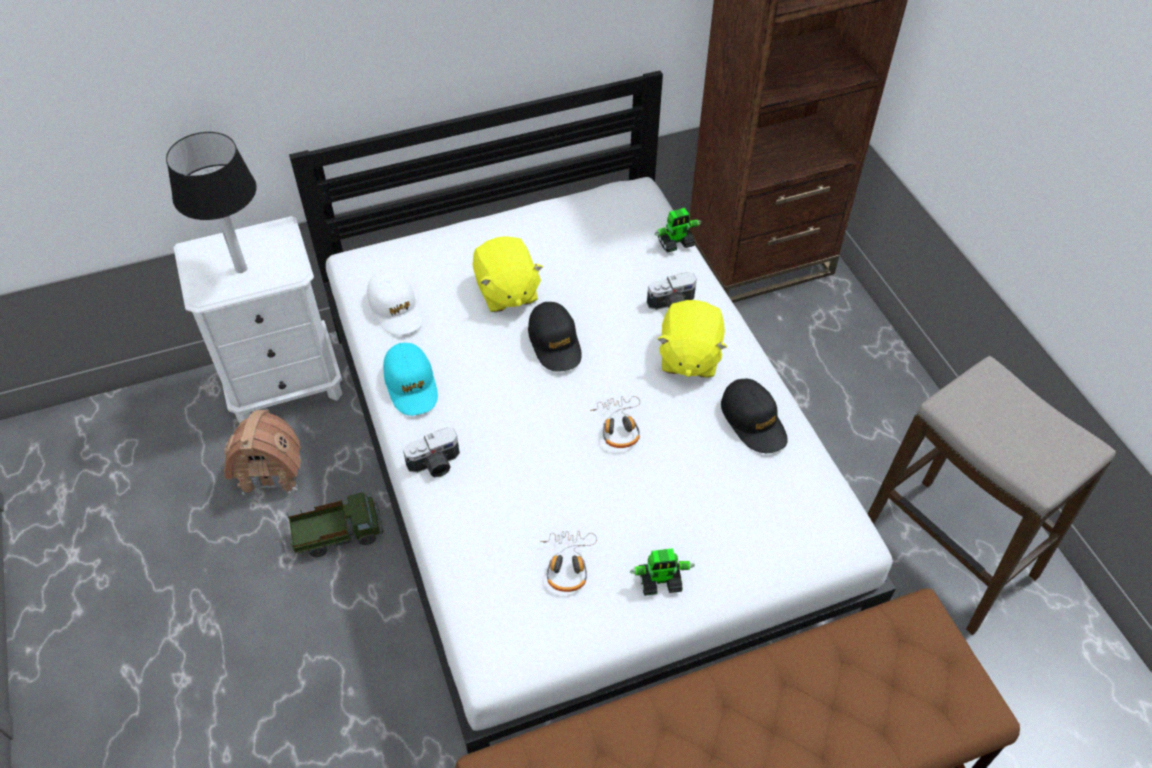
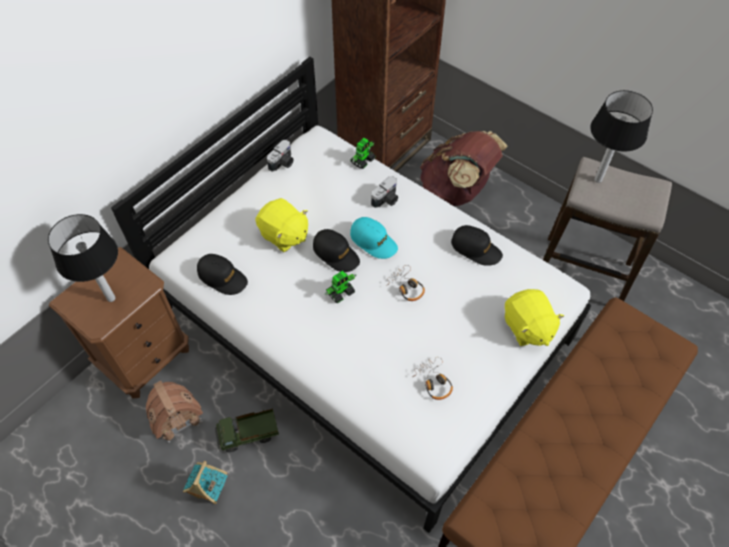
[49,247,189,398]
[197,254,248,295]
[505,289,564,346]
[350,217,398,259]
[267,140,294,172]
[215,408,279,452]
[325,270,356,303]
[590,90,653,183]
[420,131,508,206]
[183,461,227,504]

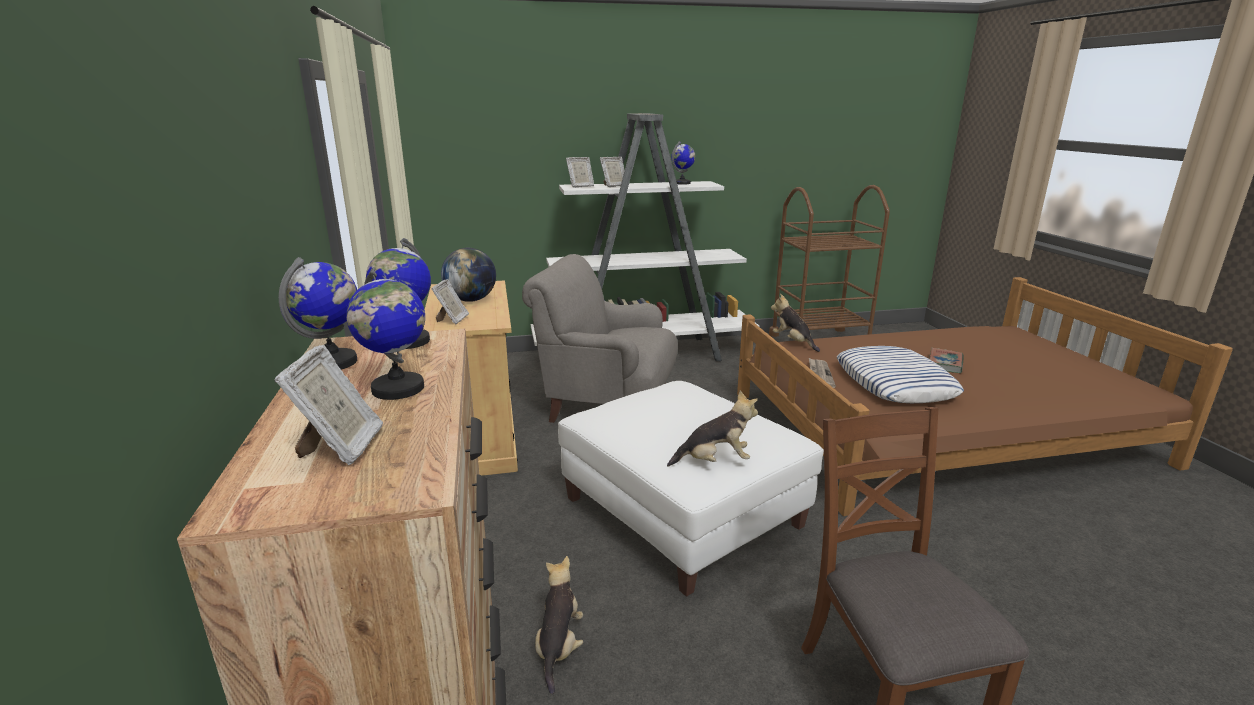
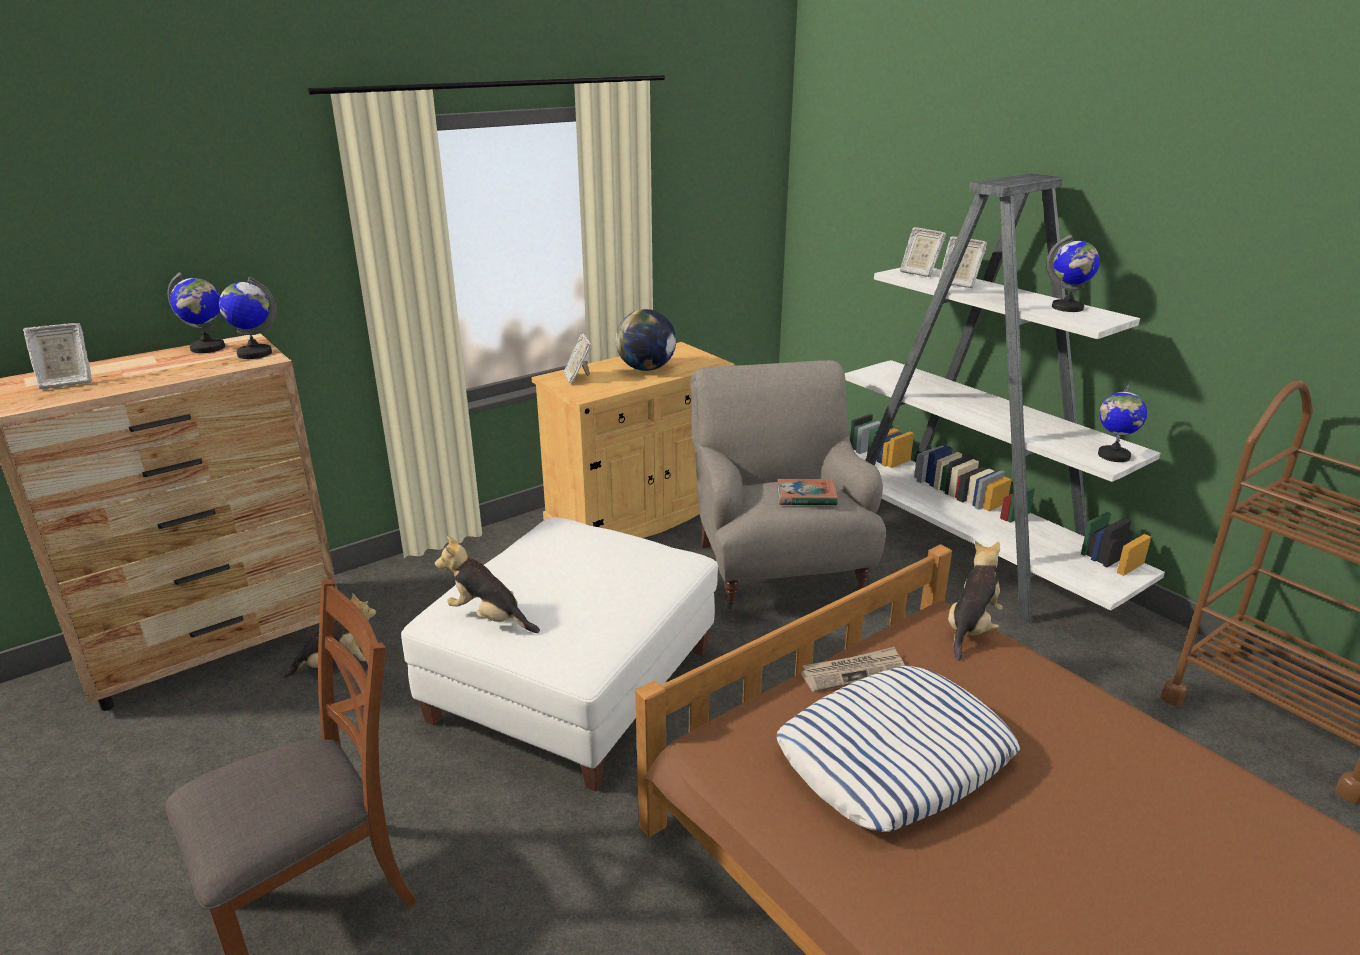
[1098,385,1147,462]
[564,333,592,384]
[777,479,838,506]
[435,536,540,633]

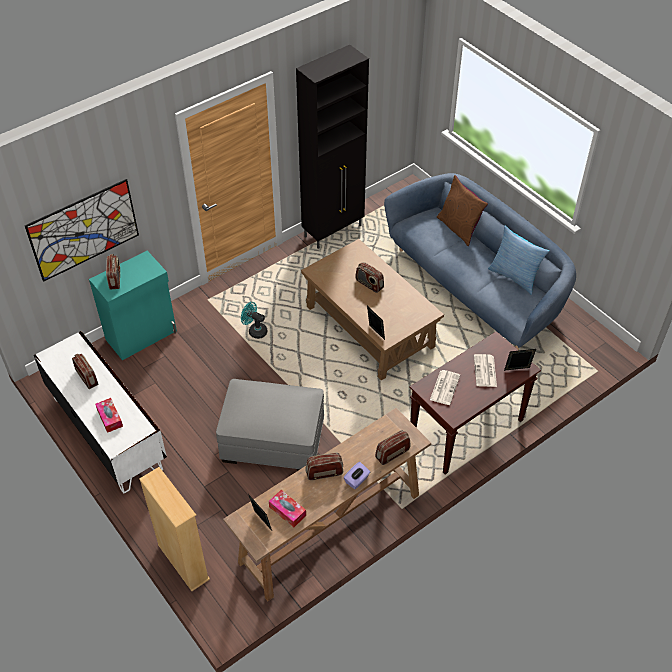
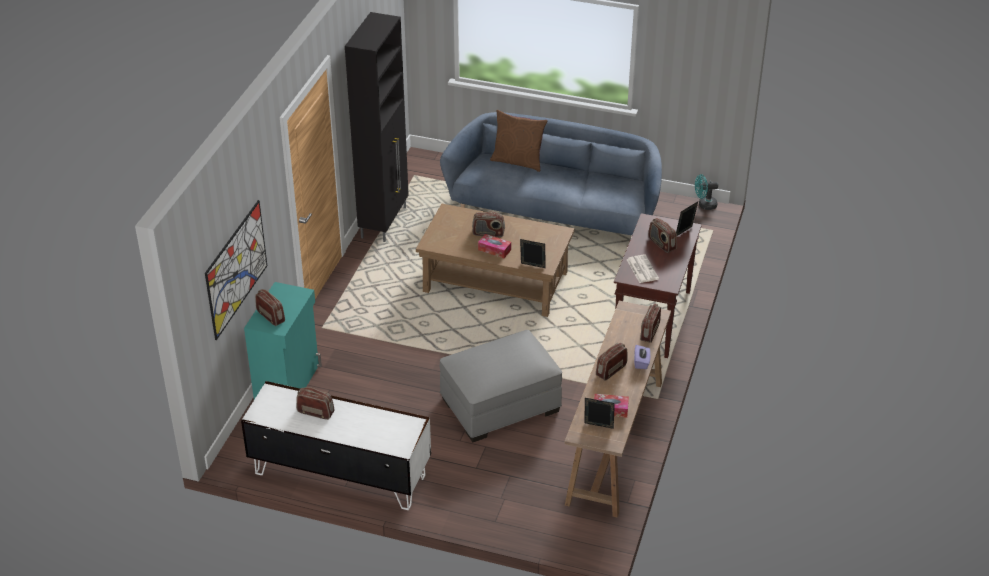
[488,226,550,295] (first image)
[695,174,718,210]
[648,218,677,253]
[478,234,511,258]
[139,467,210,591] (first image)

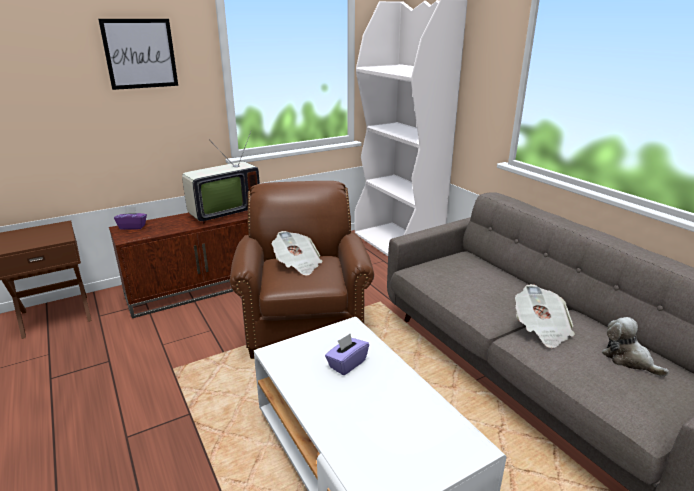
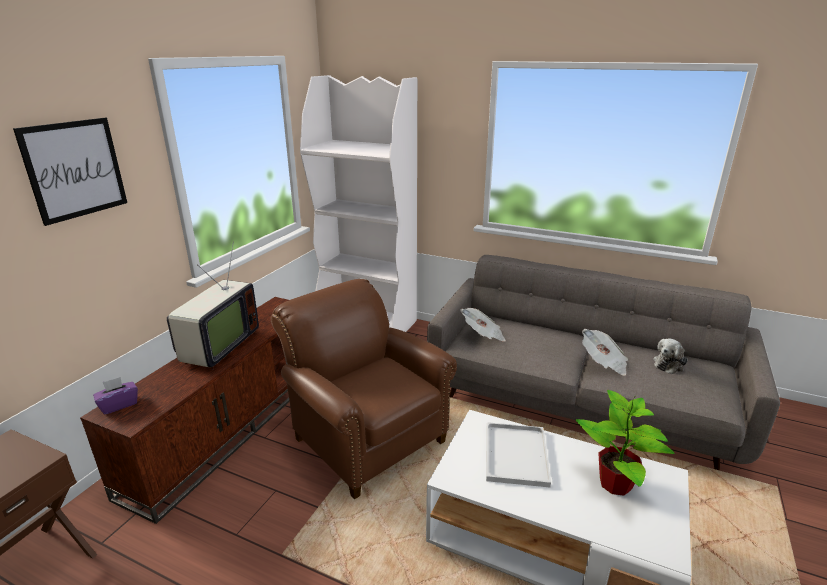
[461,308,506,342]
[653,338,688,374]
[486,422,551,488]
[576,390,675,496]

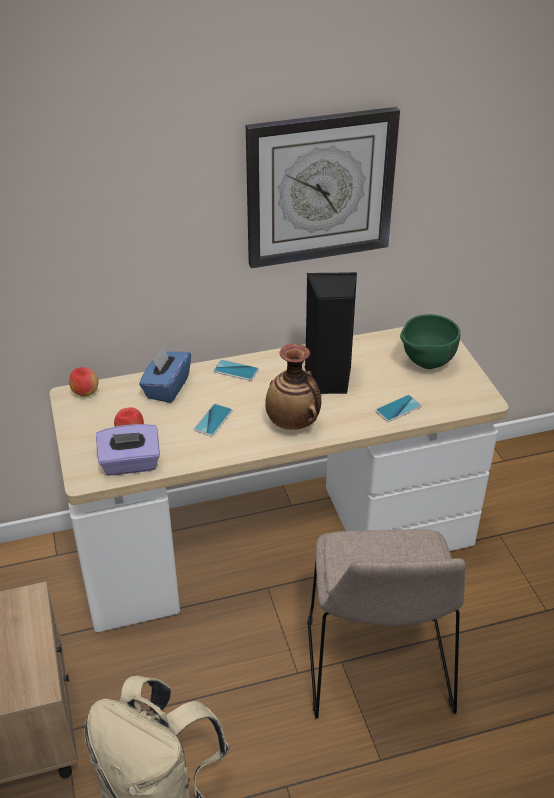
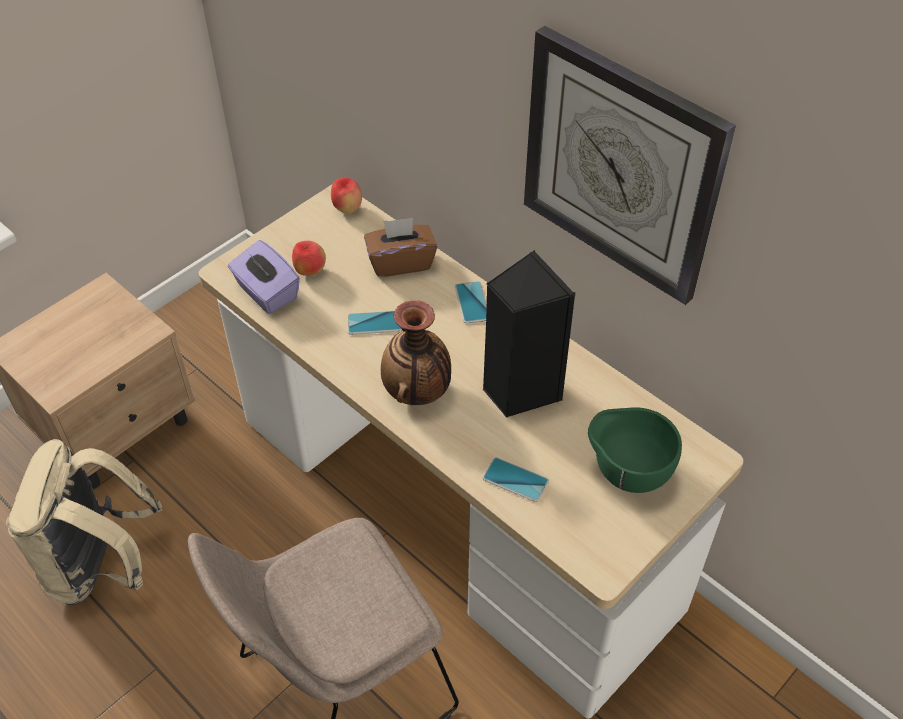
[364,218,437,277]

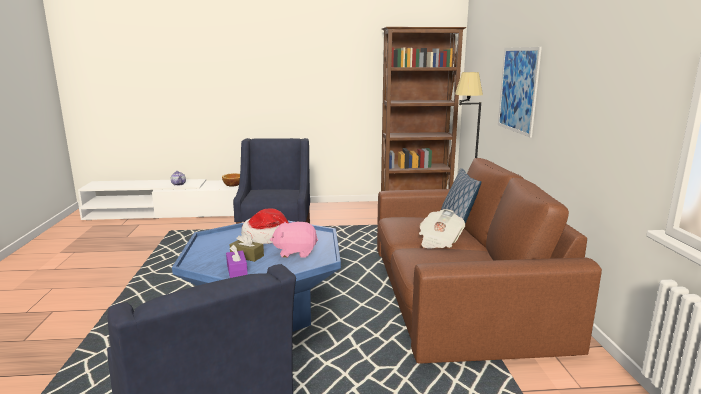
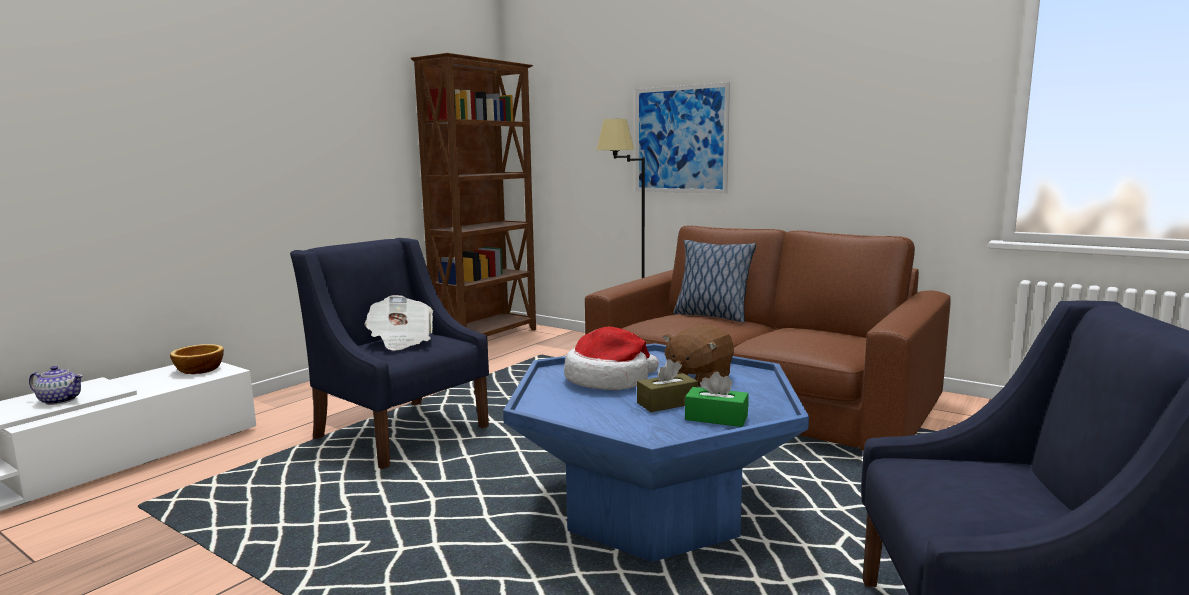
[364,295,433,351]
[663,325,734,388]
[685,372,749,427]

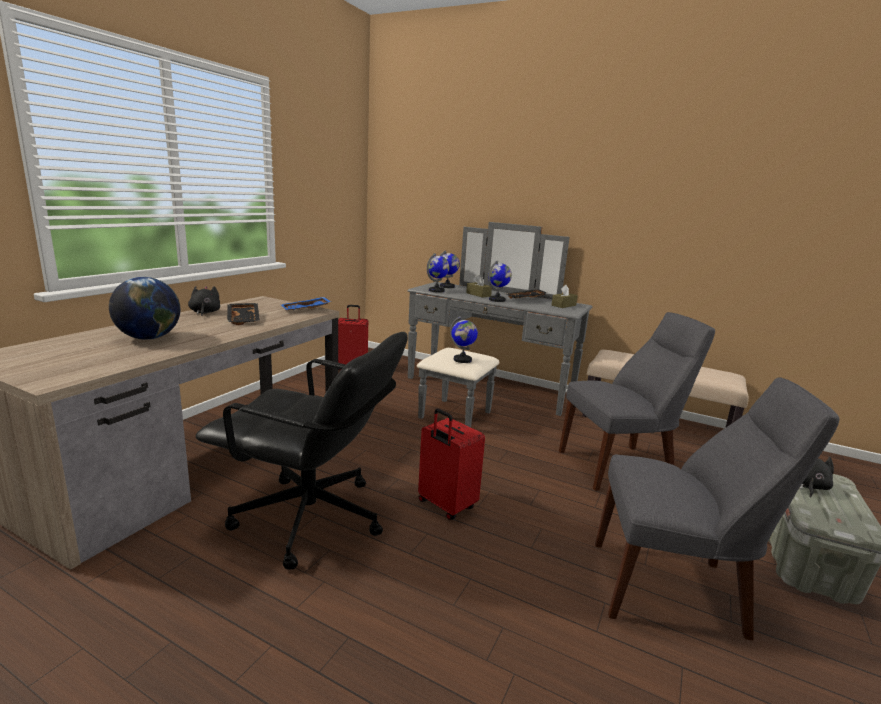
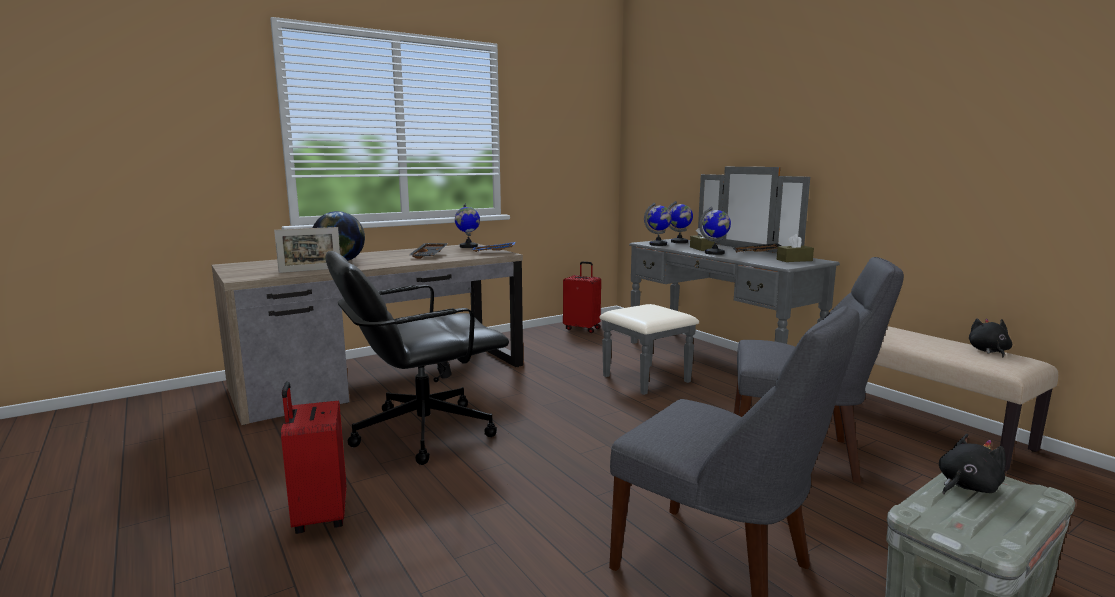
[969,318,1012,357]
[455,203,480,248]
[326,251,509,465]
[281,382,346,534]
[274,227,340,273]

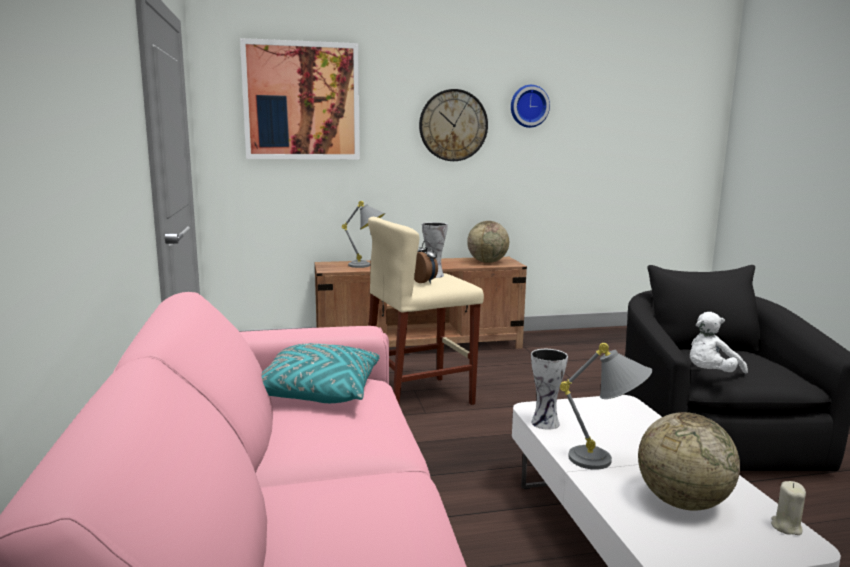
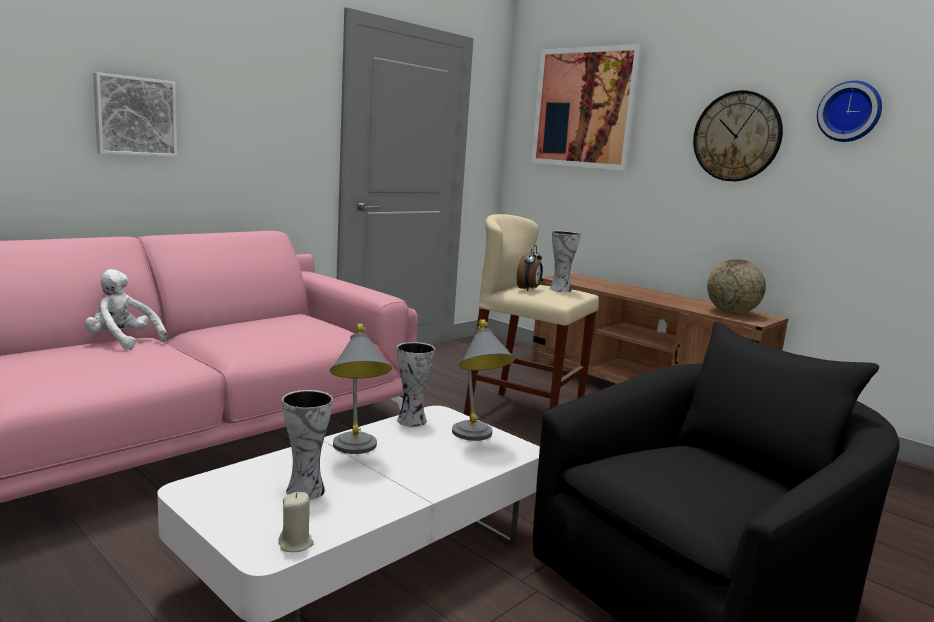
[452,320,516,441]
[85,269,167,350]
[261,343,380,403] (first image)
[282,390,333,500]
[93,72,177,157]

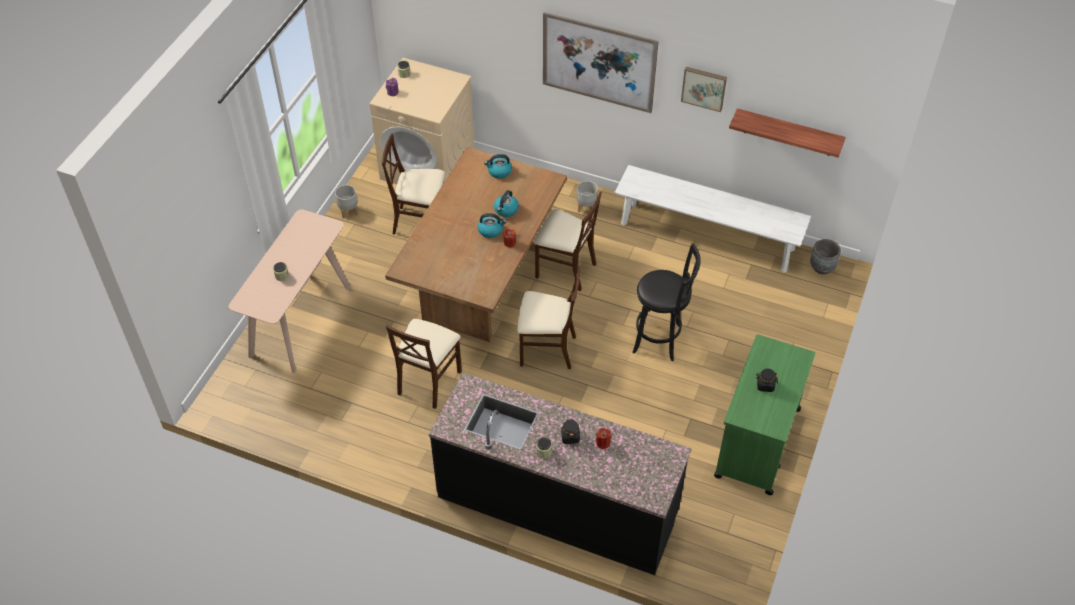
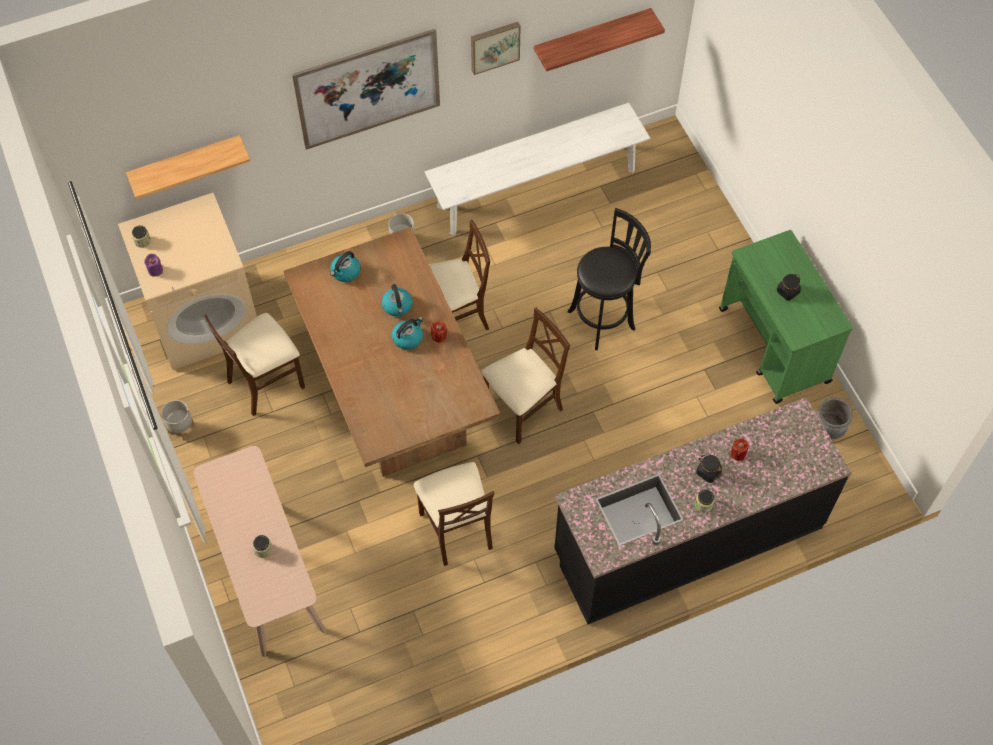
[817,397,853,439]
[126,135,251,199]

